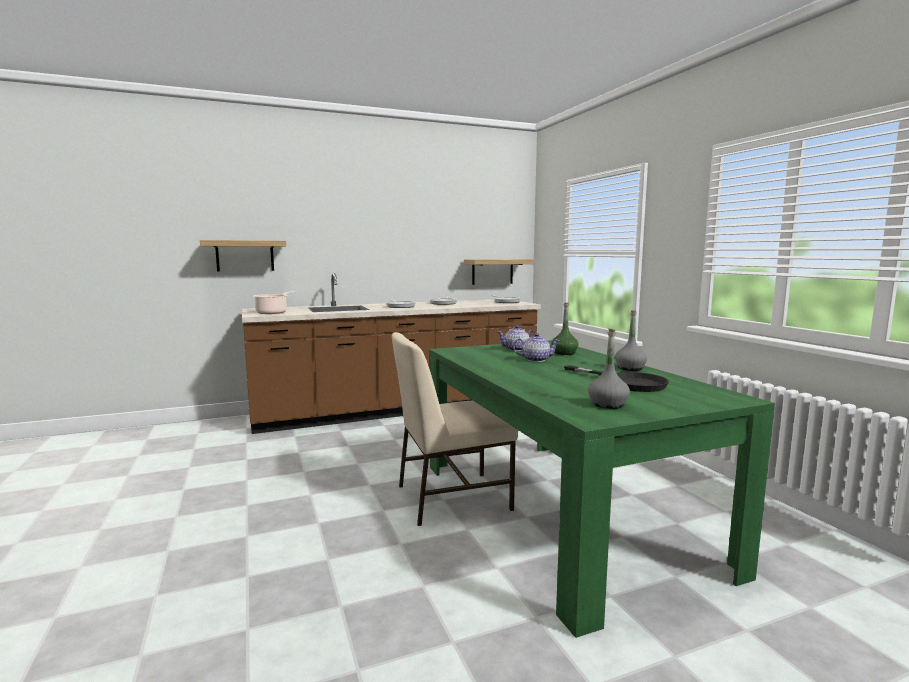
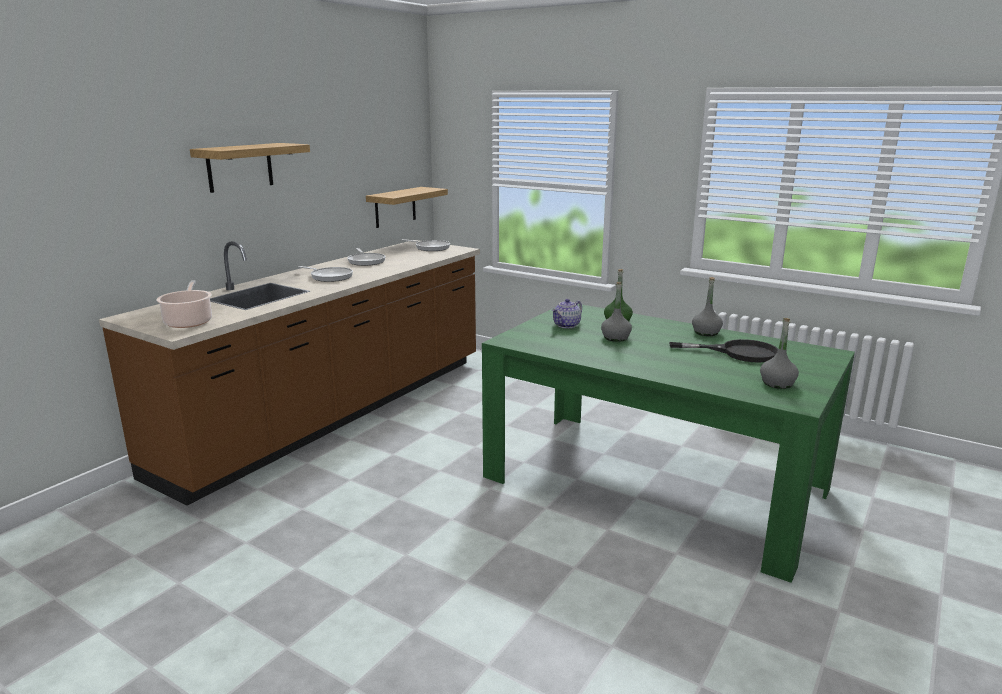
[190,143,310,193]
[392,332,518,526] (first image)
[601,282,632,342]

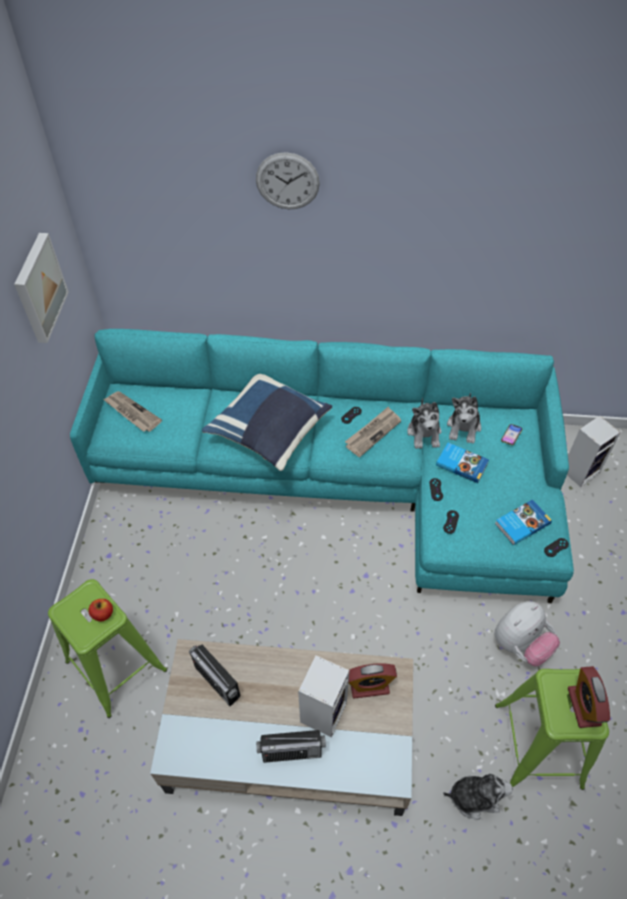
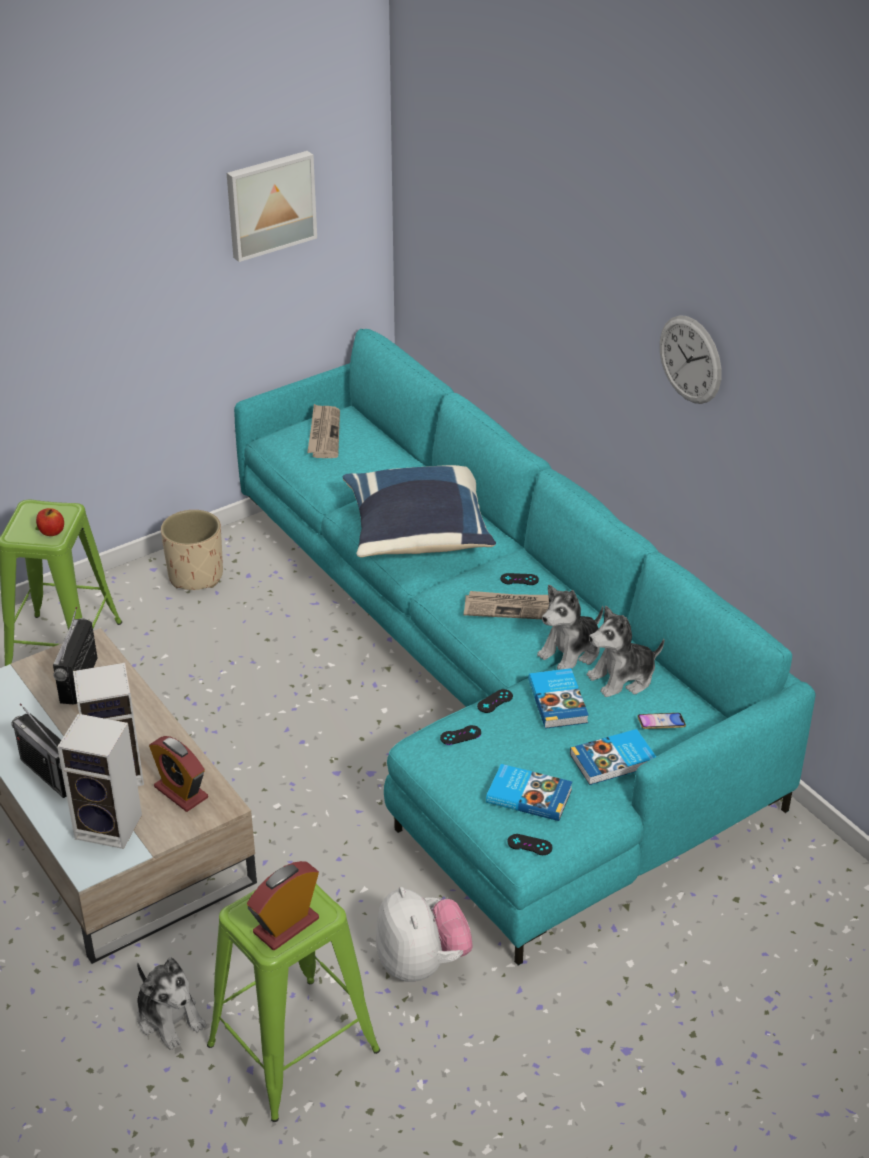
[660,315,722,404]
[57,714,142,849]
[376,887,473,982]
[161,510,223,590]
[570,729,656,785]

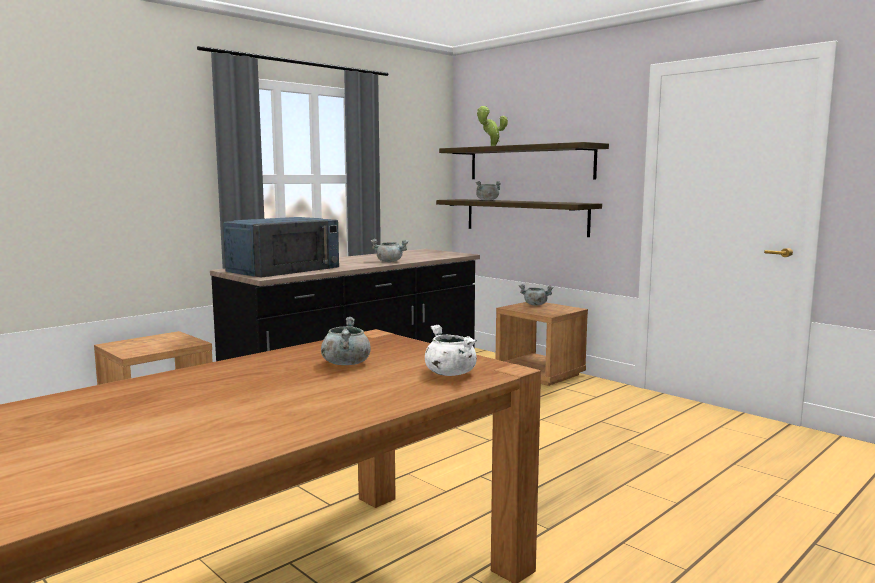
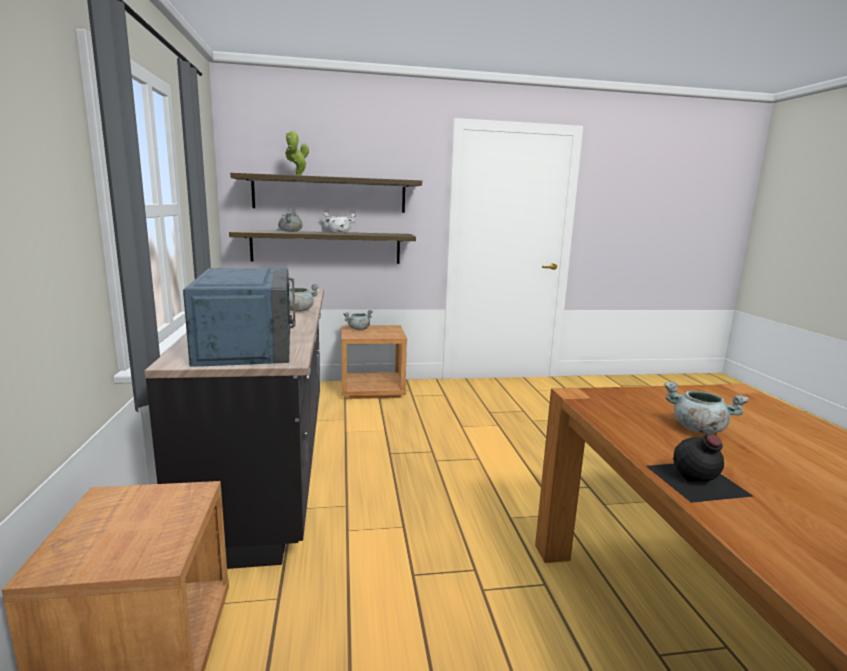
[323,212,356,233]
[646,434,753,503]

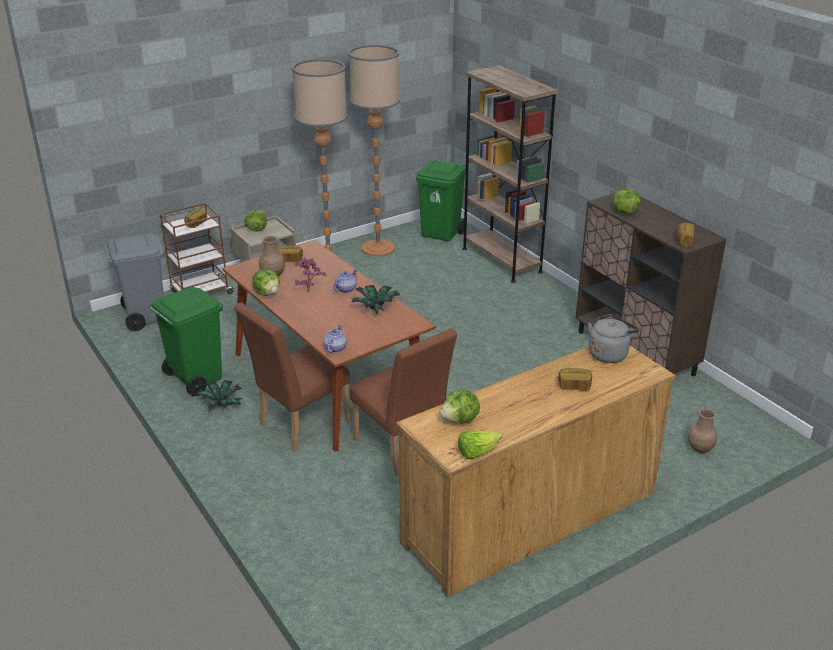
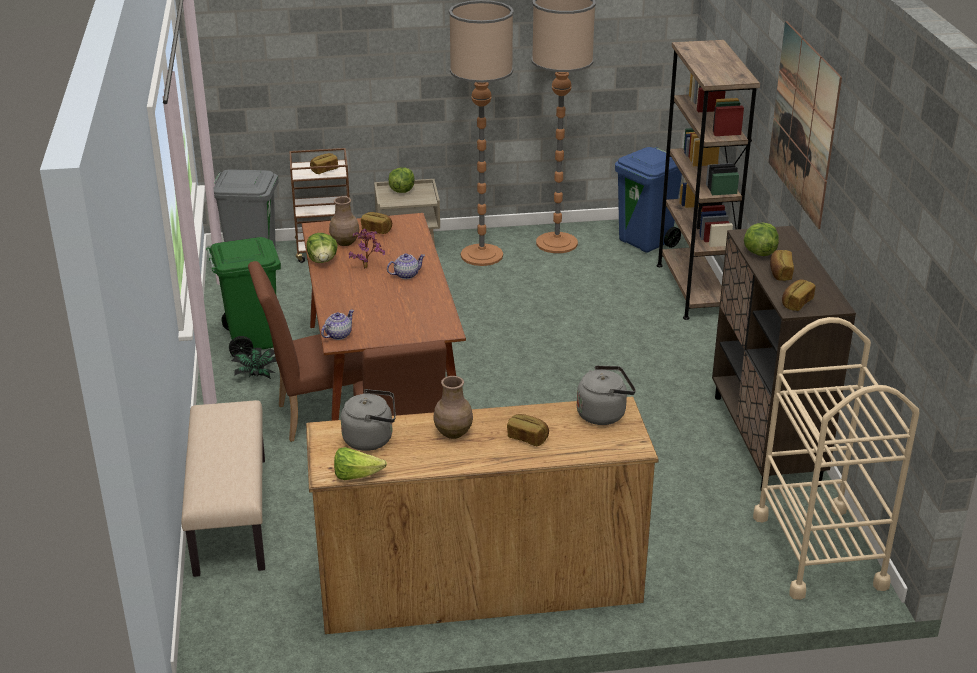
[615,147,682,253]
[351,285,401,314] (first image)
[341,389,396,451]
[433,376,473,439]
[768,21,842,229]
[770,250,794,281]
[753,317,920,600]
[181,400,265,577]

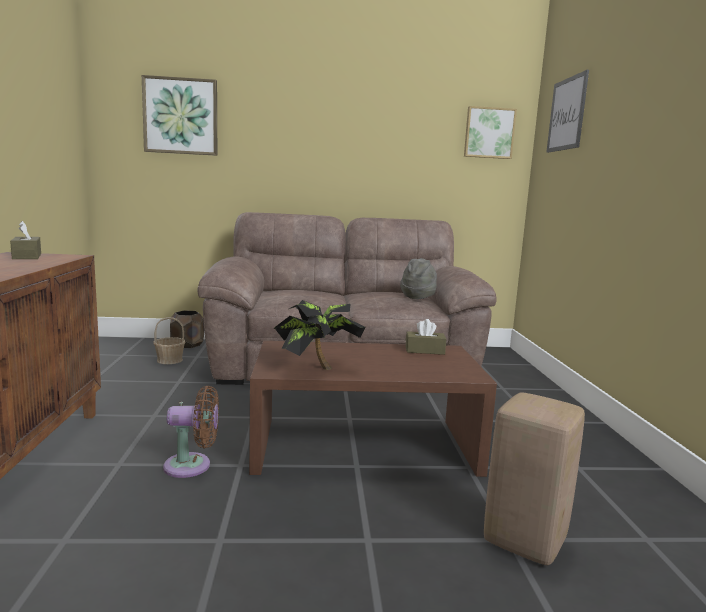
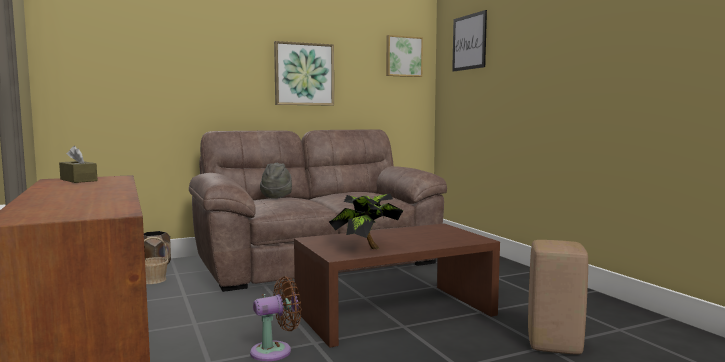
[274,41,334,105]
[260,163,292,199]
[406,319,446,355] (first image)

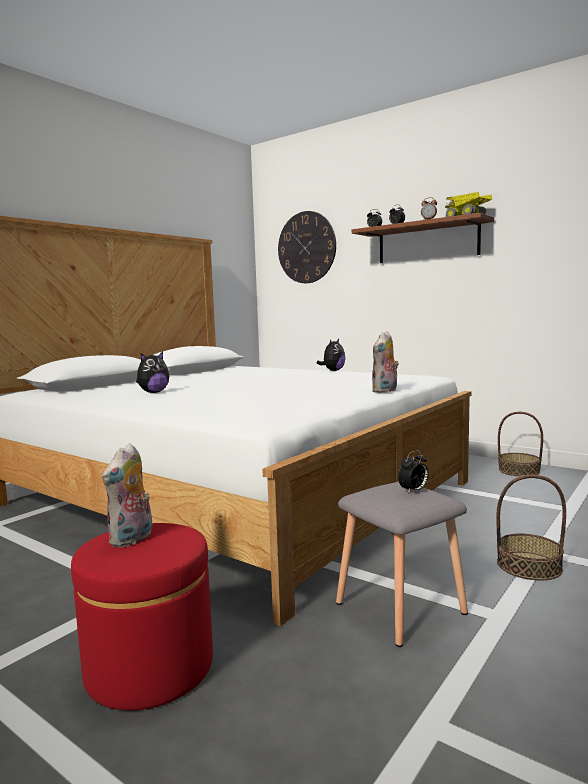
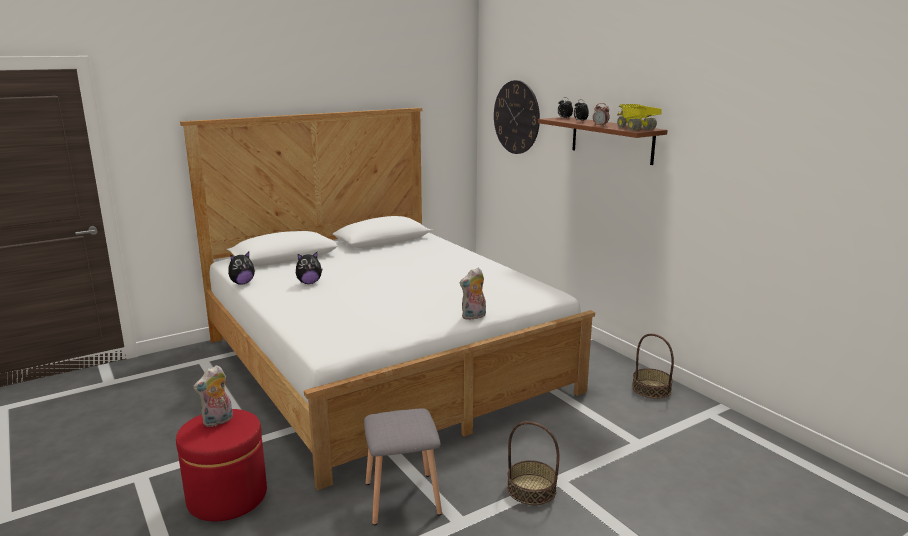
[228,252,255,285]
[398,450,429,493] (first image)

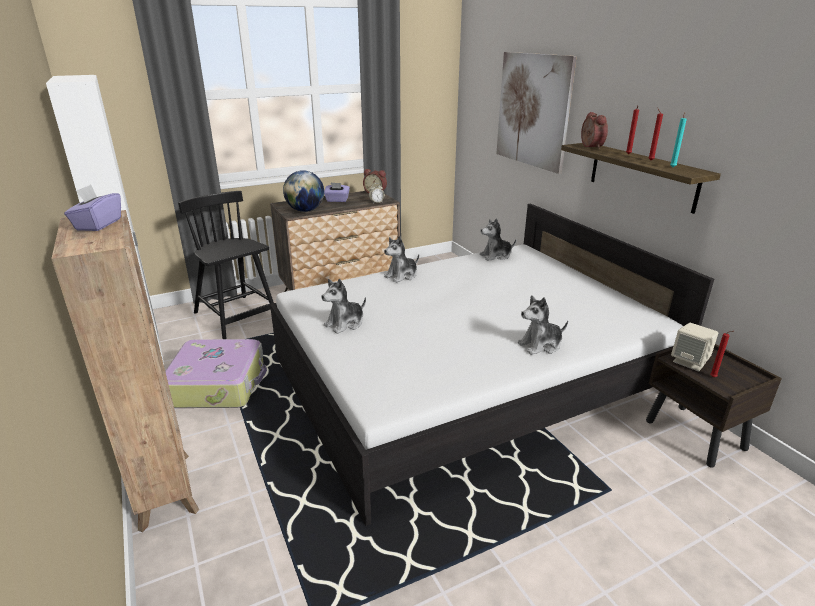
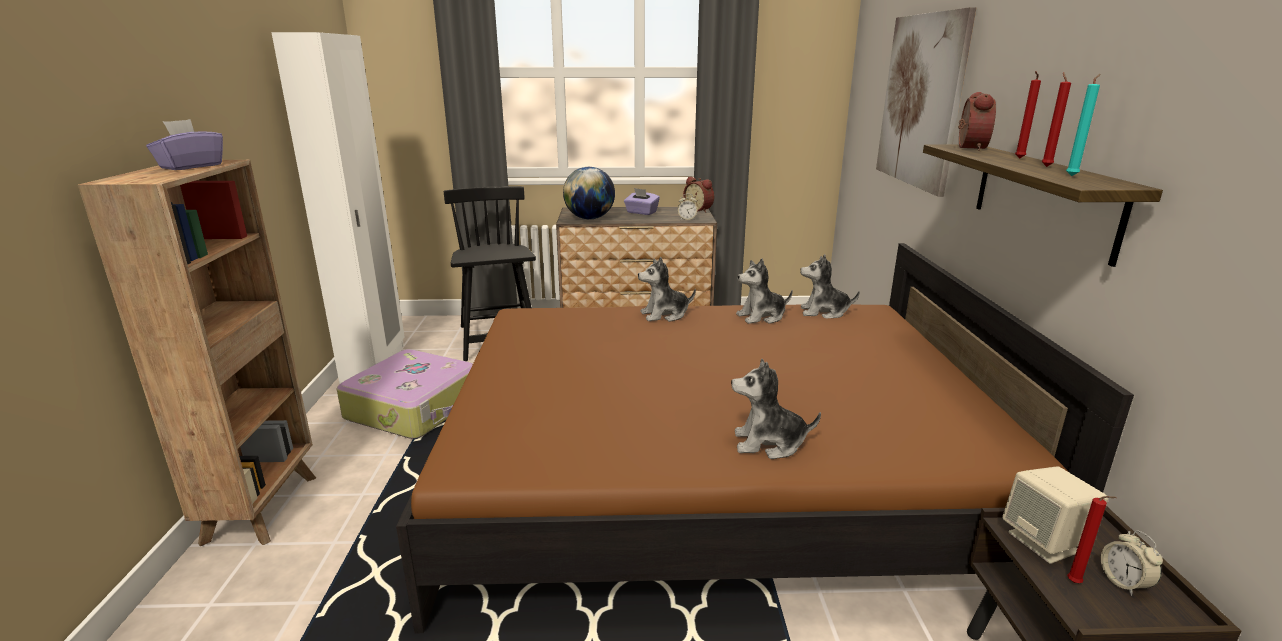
[396,243,1134,633]
[736,258,793,324]
[1101,530,1163,596]

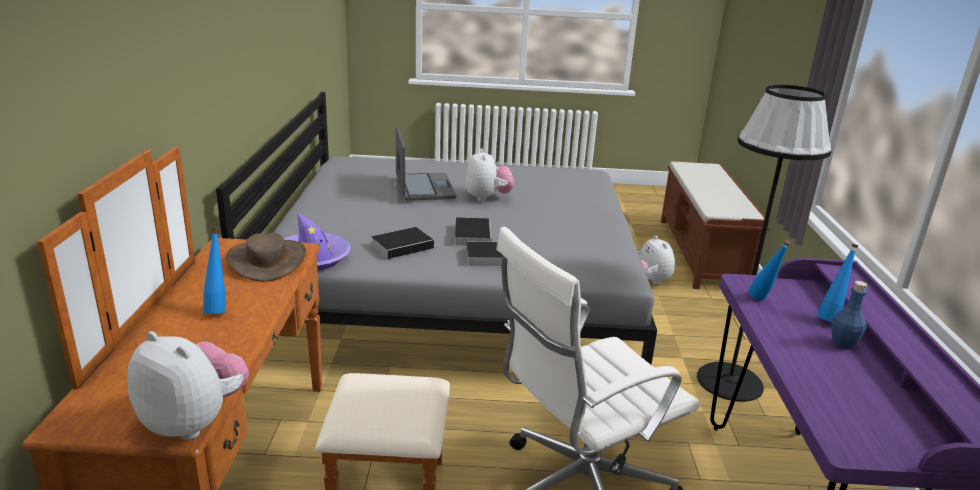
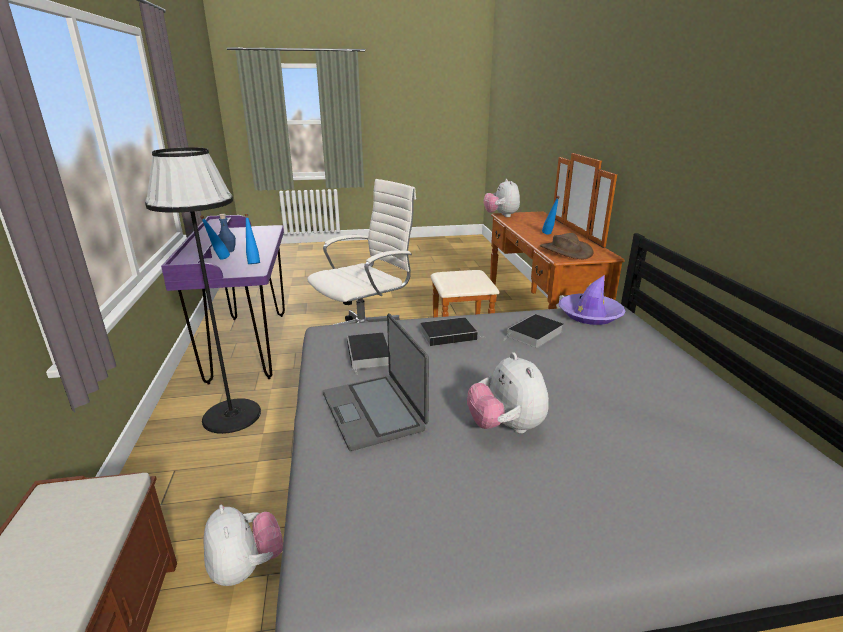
[323,313,429,451]
[347,333,389,375]
[483,179,520,217]

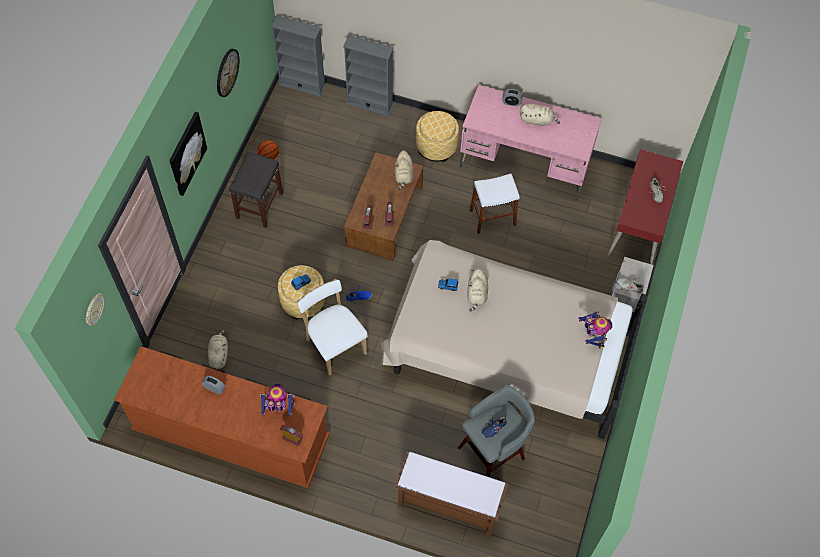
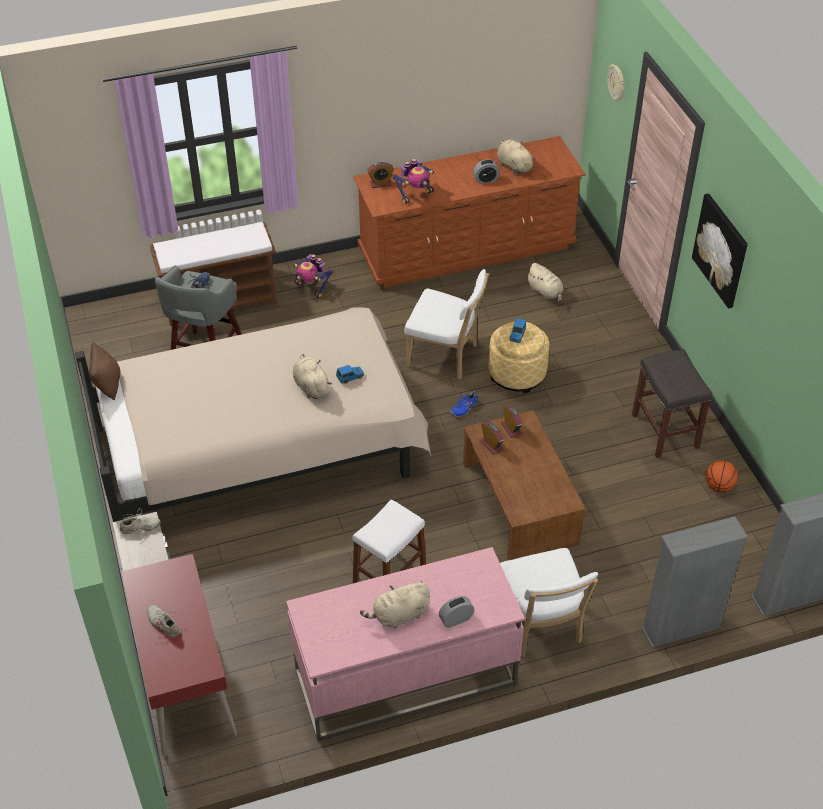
[217,49,239,97] (first image)
[500,548,598,657]
[497,140,536,174]
[293,254,333,298]
[89,341,120,400]

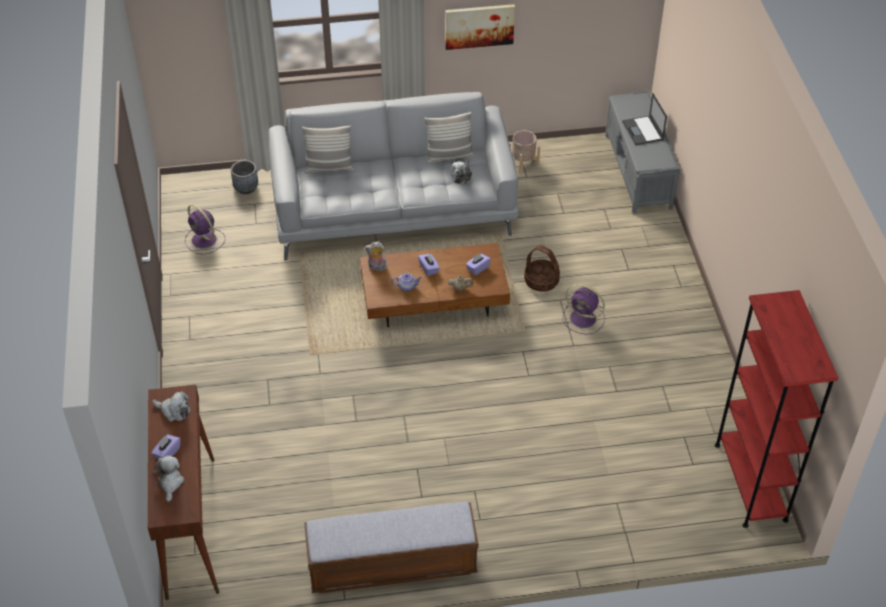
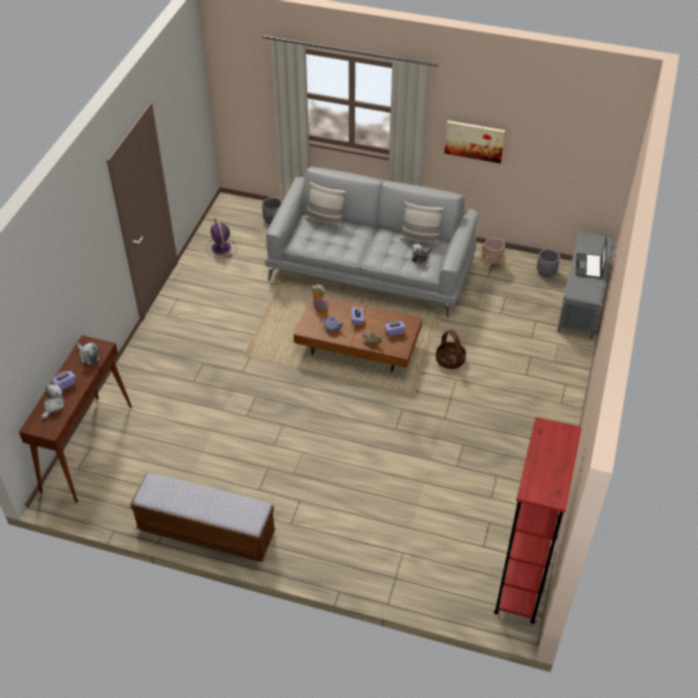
[563,284,605,334] (first image)
[537,249,560,277]

